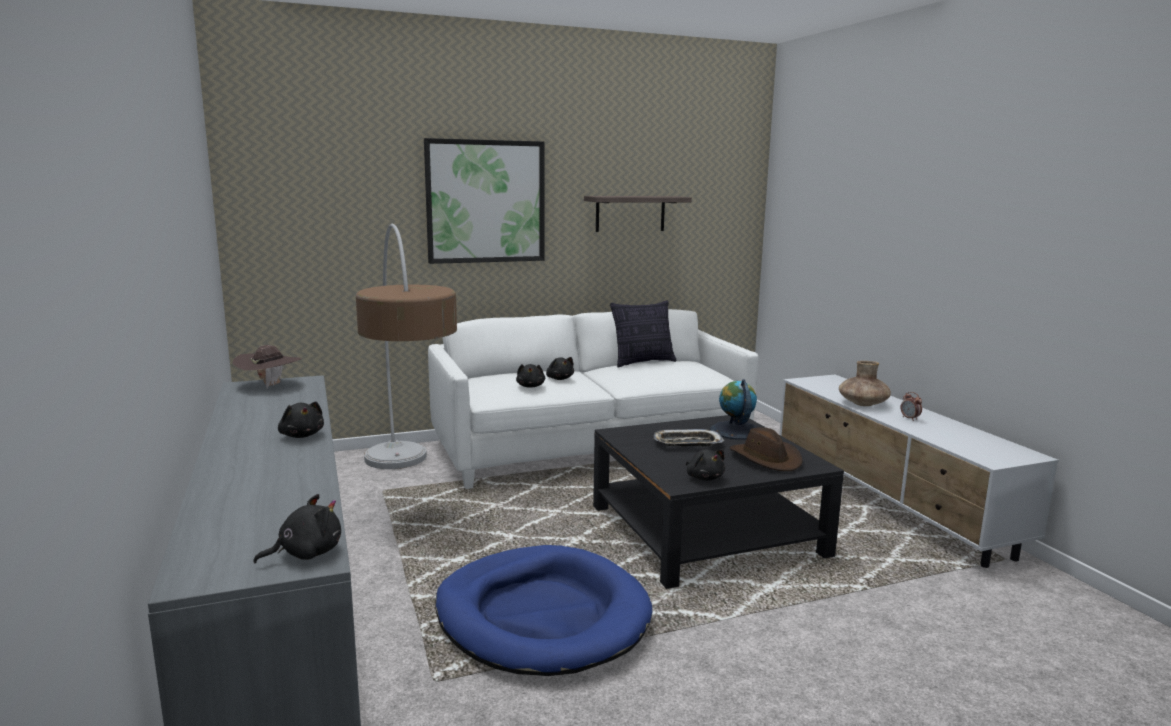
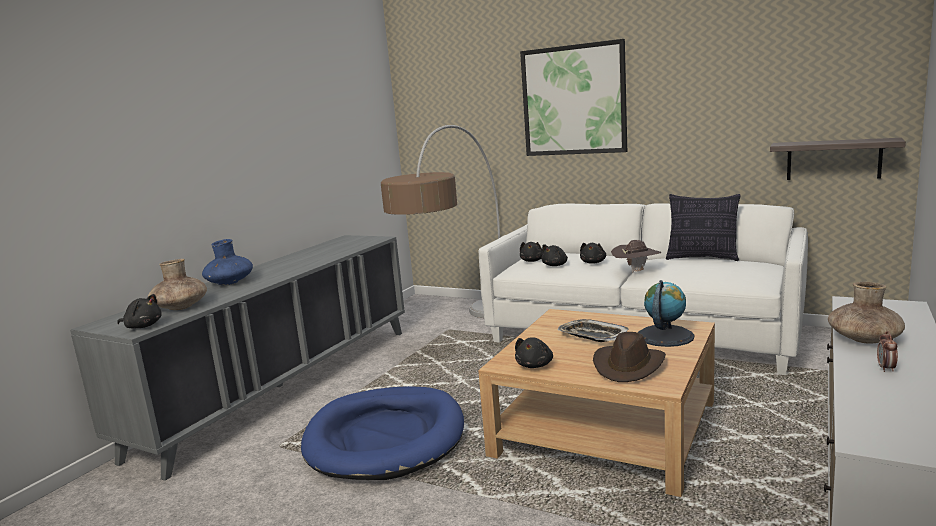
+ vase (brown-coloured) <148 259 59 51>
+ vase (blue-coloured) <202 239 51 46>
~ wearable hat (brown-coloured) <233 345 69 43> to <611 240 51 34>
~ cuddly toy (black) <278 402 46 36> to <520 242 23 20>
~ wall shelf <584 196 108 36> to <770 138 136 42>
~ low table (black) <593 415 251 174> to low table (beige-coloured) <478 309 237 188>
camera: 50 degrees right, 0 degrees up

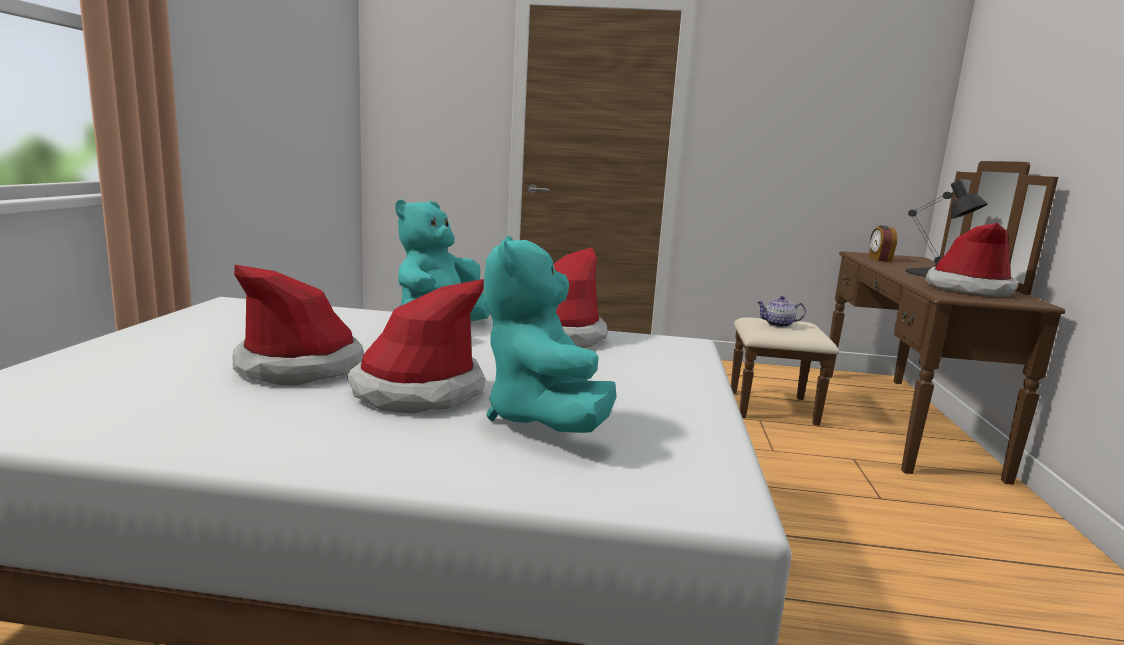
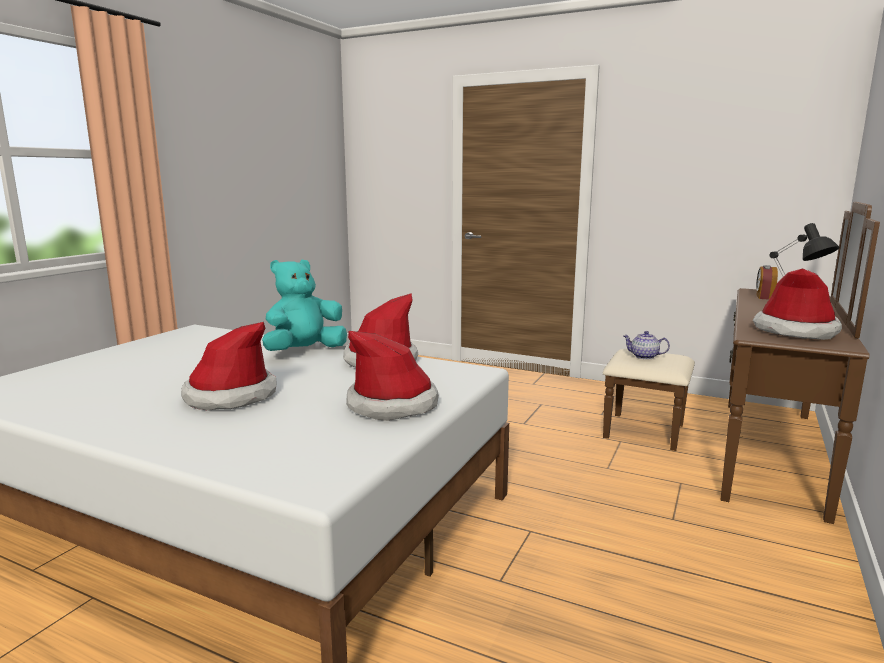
- cuddly toy (turquoise) <484 236 133 197>
~ wearable hat <233 265 131 121> to <346 331 93 90>
camera: 20 degrees right, 0 degrees up

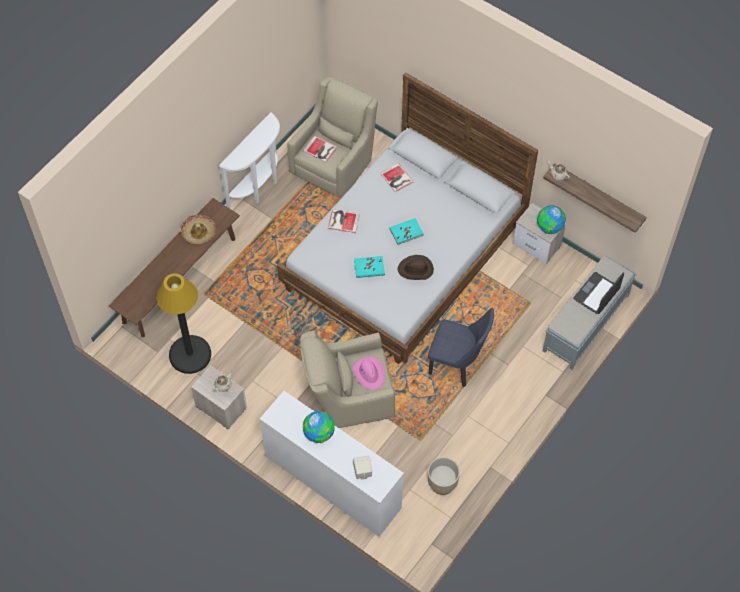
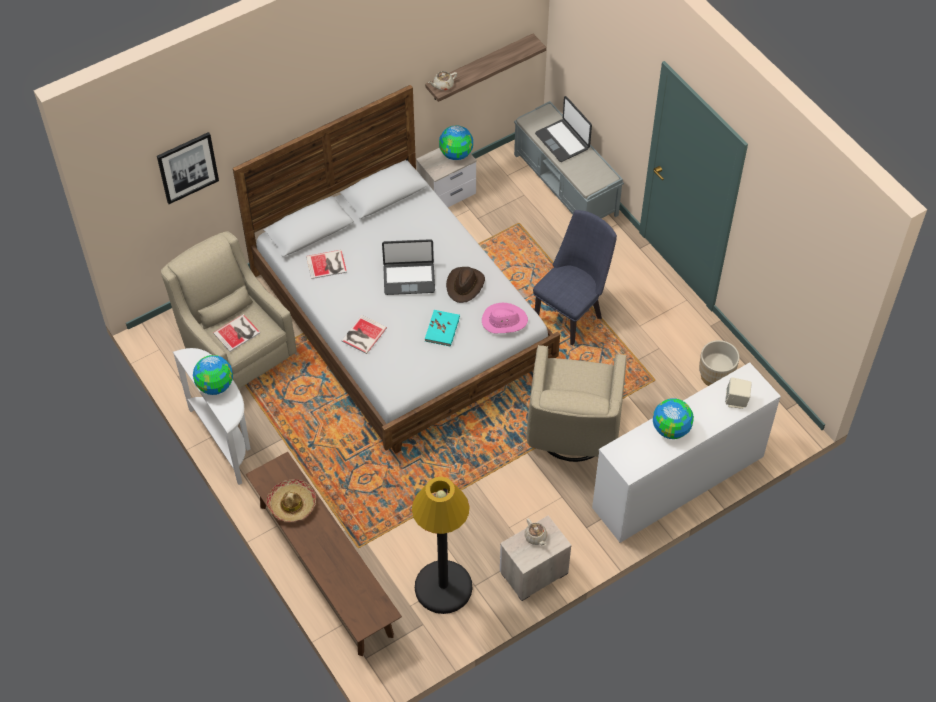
+ picture <157 132 62 72>
+ world globe <193 355 40 40>
~ wearable hat (pink) <352 357 33 33> to <482 303 46 31>
~ book (turquoise) <389 218 35 27> to portable computer <382 239 53 56>
camera: 70 degrees left, 5 degrees down

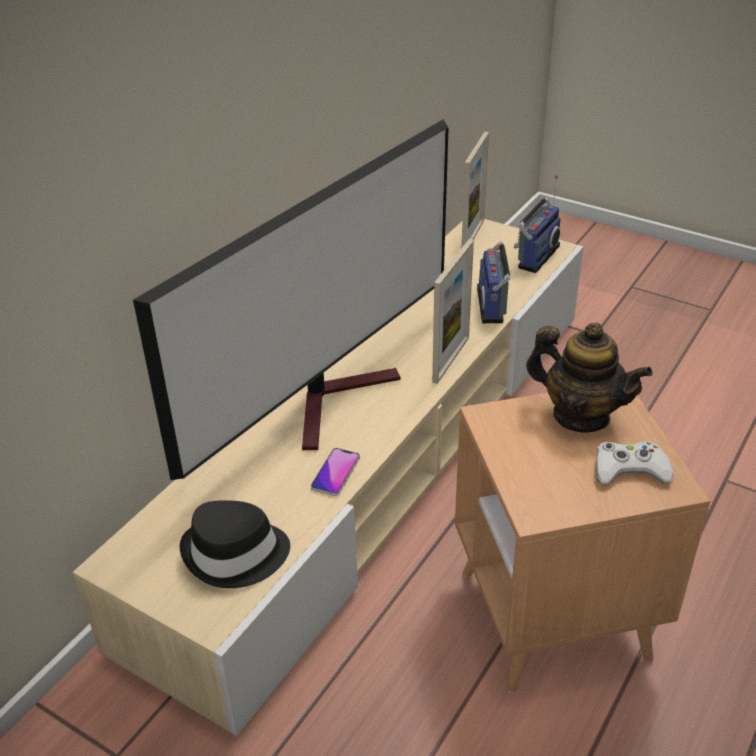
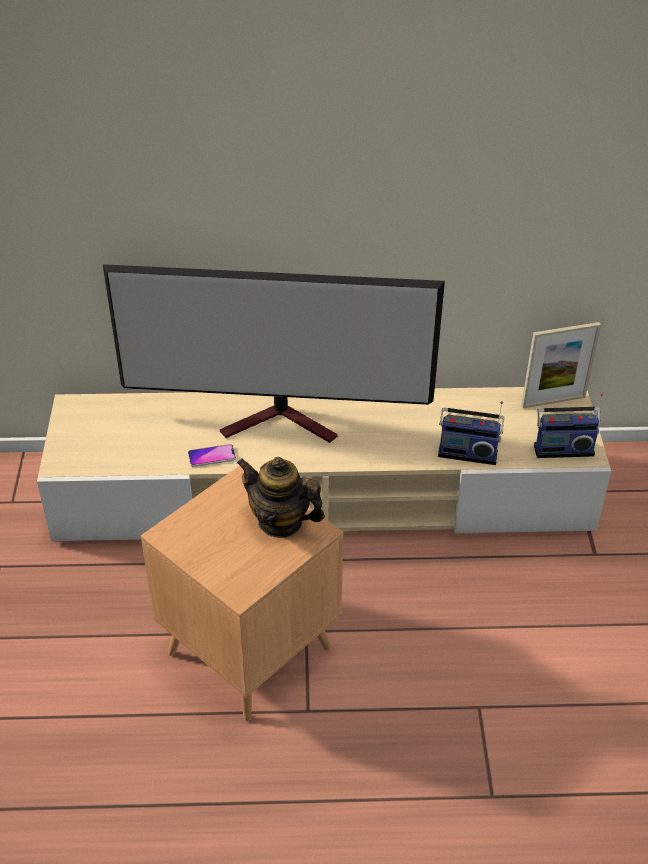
- wearable hat (black) <180 500 110 88>
- standing frame <432 239 42 145>
- joypad (white) <595 441 78 44>
~ radio set <477 241 33 82> = <438 401 66 64> 135 degrees counterclockwise
~ pot for tea <526 322 127 111> = <237 457 88 81> 120 degrees clockwise
camera: 55 degrees right, 5 degrees up

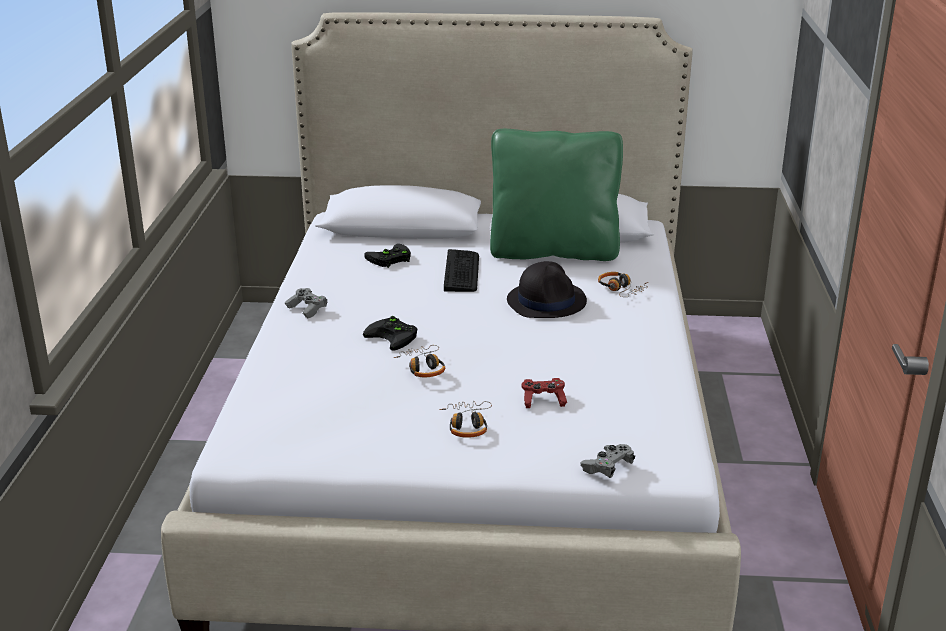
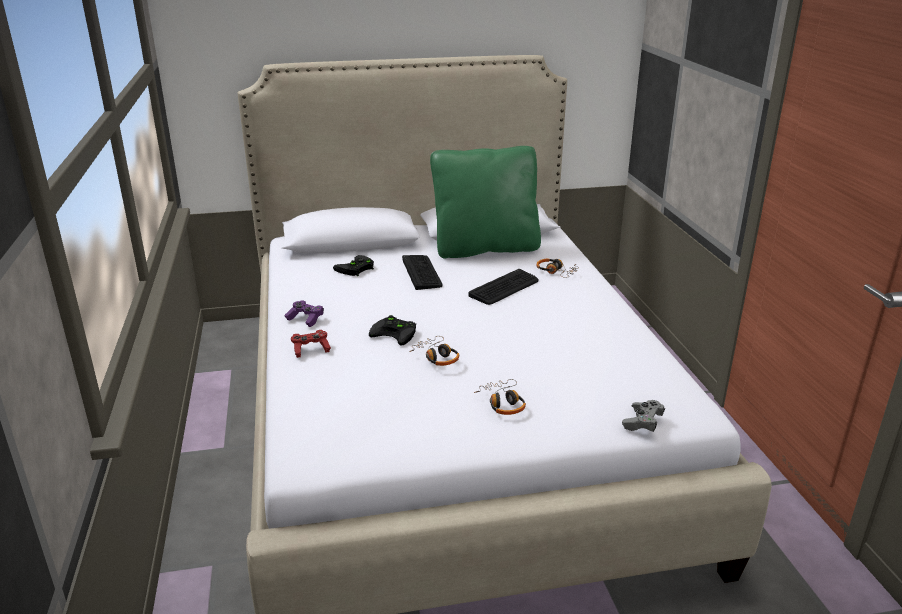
~ joypad (red) <521 378 46 30> to <291 330 40 28>
~ wearable hat (black) <507 261 80 57> to computer keyboard <469 269 69 36>
~ joypad (grey) <285 288 42 30> to joypad (purple) <285 300 39 27>
camera: 15 degrees left, 0 degrees up

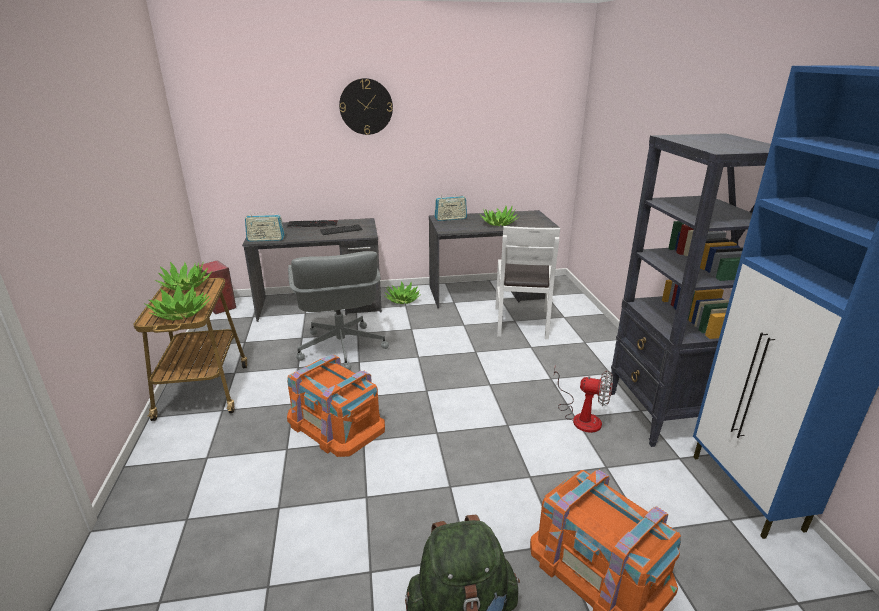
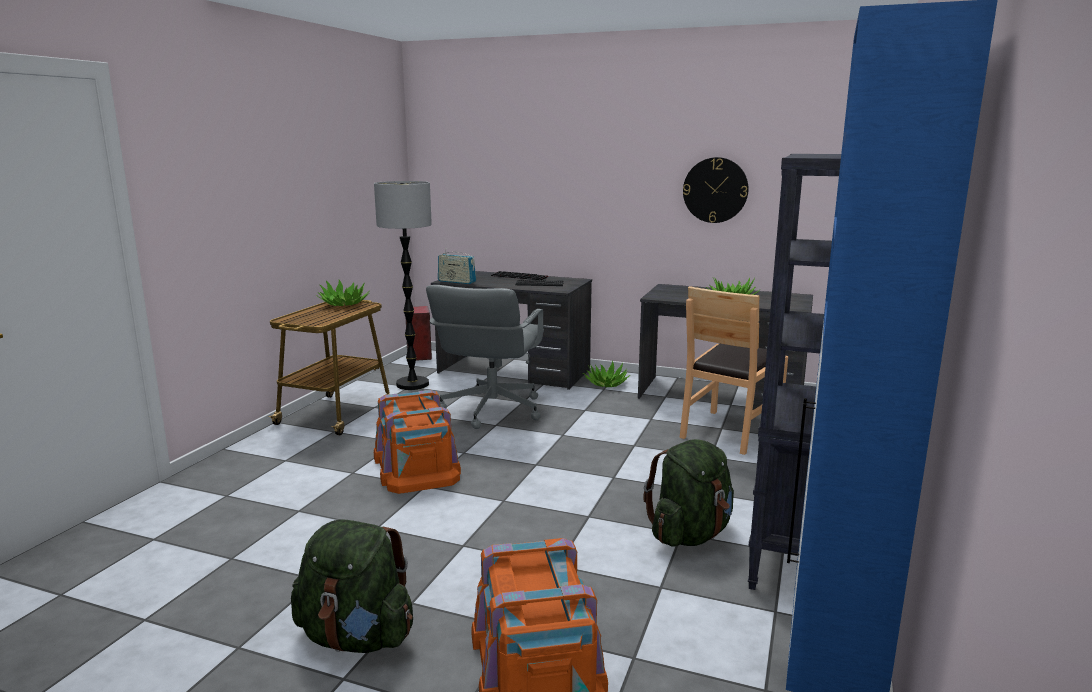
- potted plant <144 283 66 38>
- radio set <434 193 33 28>
+ floor lamp <374 181 58 209>
~ wall clock <339 78 54 57> to <683 157 66 66>
~ cooling fan <553 368 60 65> to knapsack (green) <643 439 91 108>
~ plain chair (white) <496 226 64 113> to plain chair (brown-coloured) <680 286 108 169>
camera: 30 degrees right, 10 degrees down

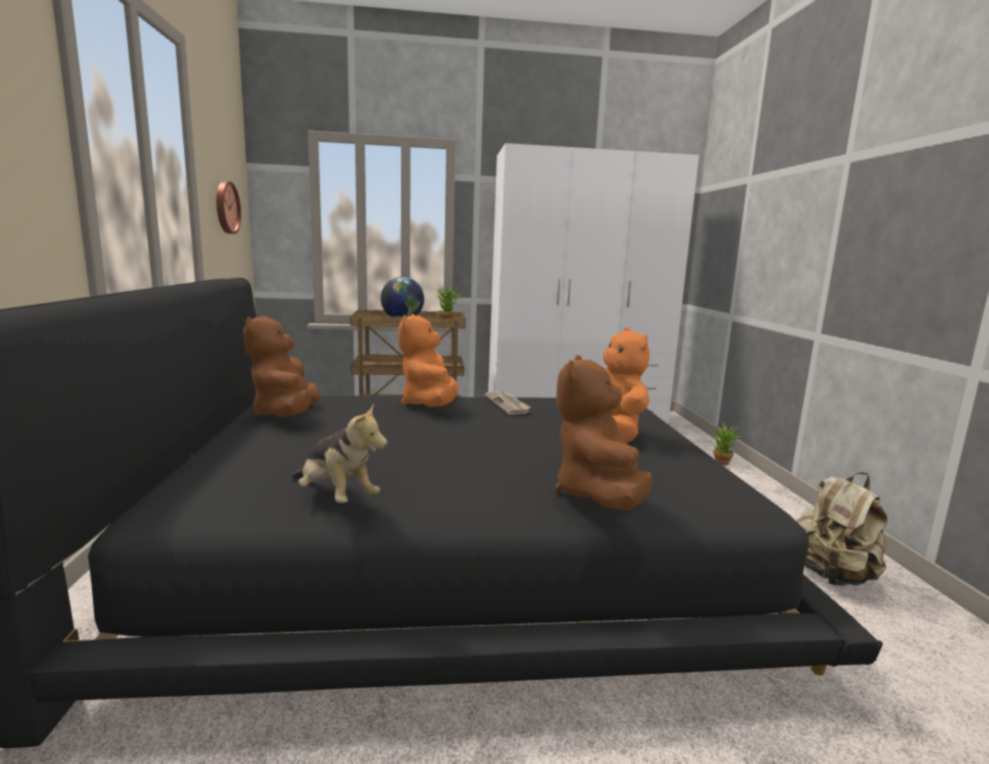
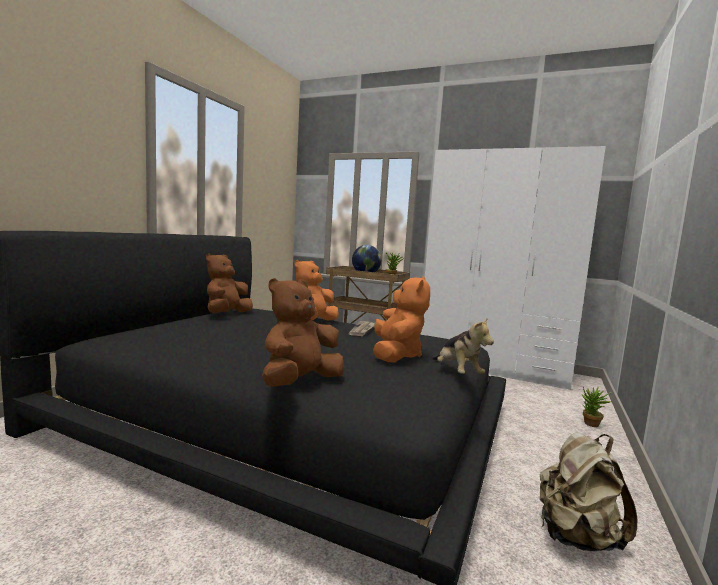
- wall clock <216 181 25 53>
~ cuddly toy <292 404 96 99> to <432 317 62 57>
camera: 30 degrees right, 5 degrees down

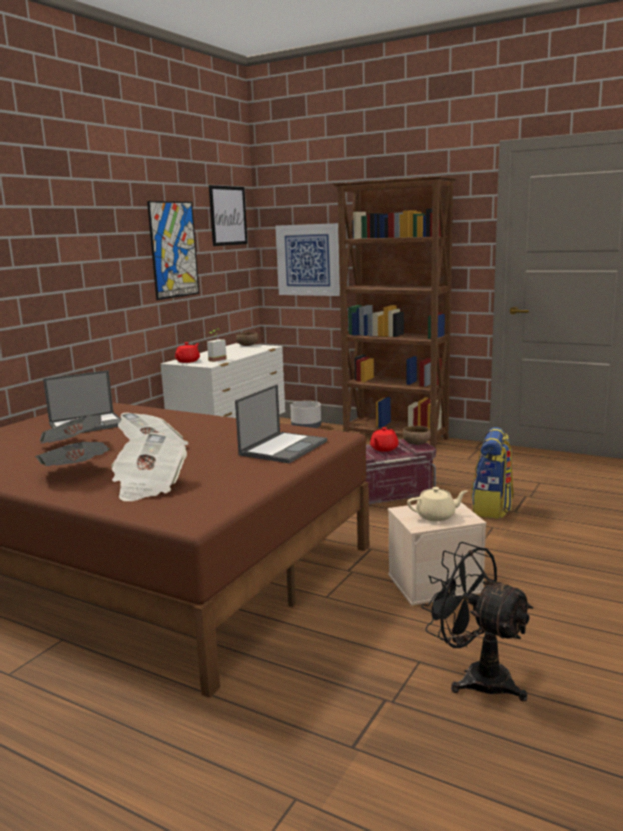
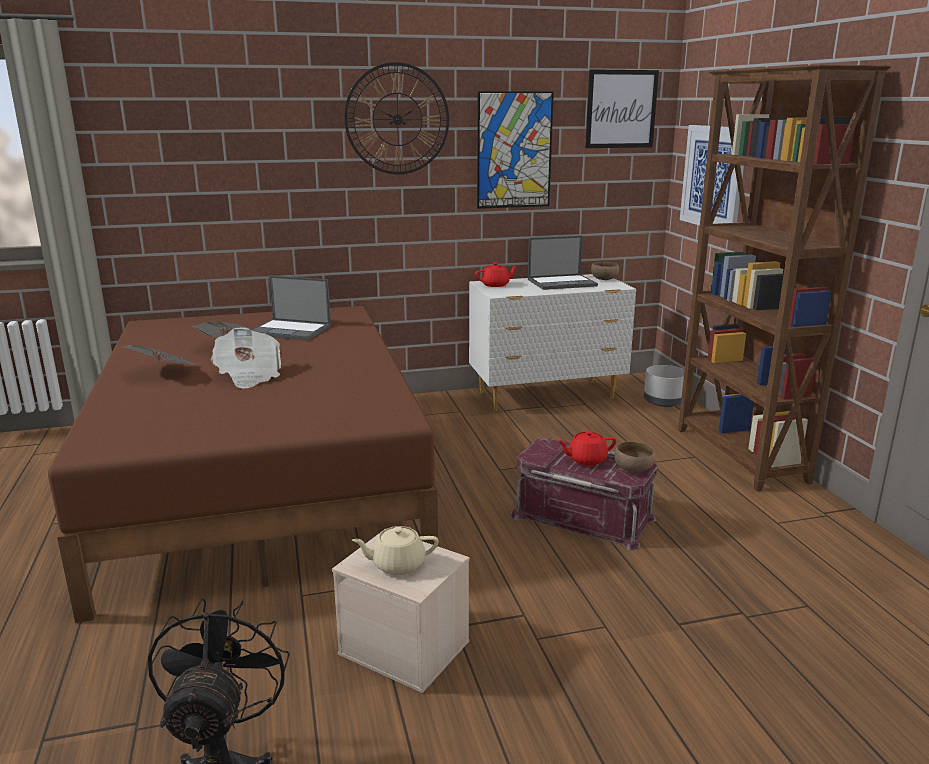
- newspaper <111 433 76 68>
- potted plant <207 329 20 33>
- knapsack <471 427 43 92>
+ wall clock <344 62 105 112>
~ portable computer <235 384 92 79> to <528 236 70 54>
~ pot for tea (beige-coloured) <407 487 60 34> = <352 526 87 49> 135 degrees clockwise
camera: 45 degrees right, 5 degrees up

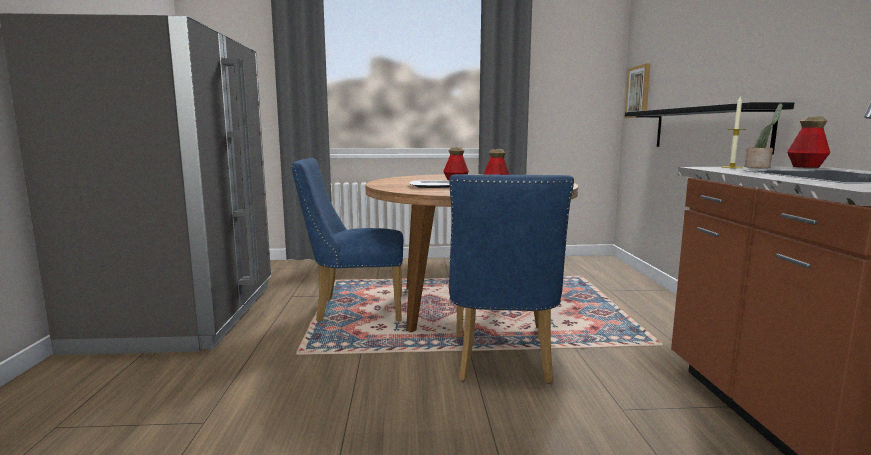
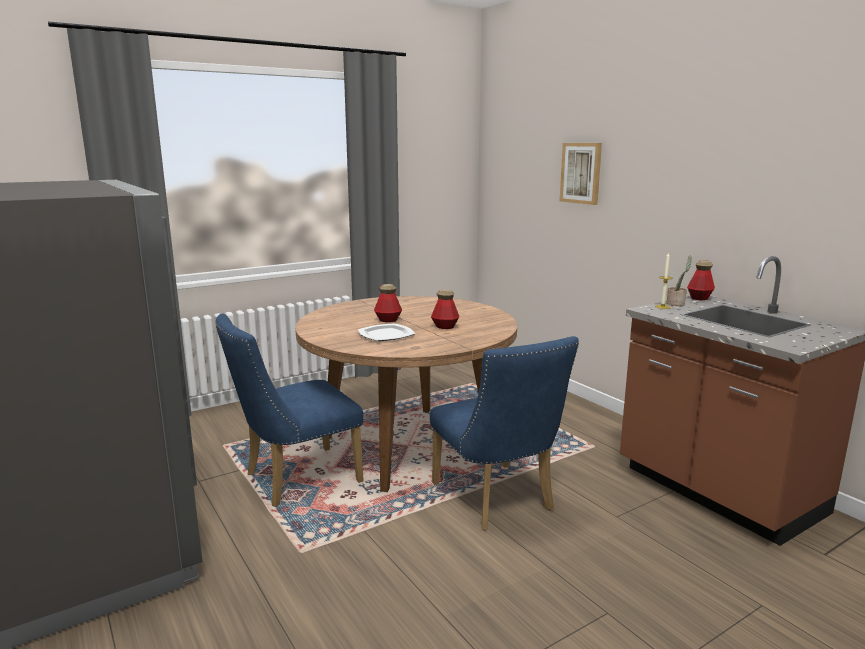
- wall shelf (black) <625 102 169 53>
~ picture <624 63 27 55> to <560 143 42 62>
camera: 30 degrees left, 5 degrees up

